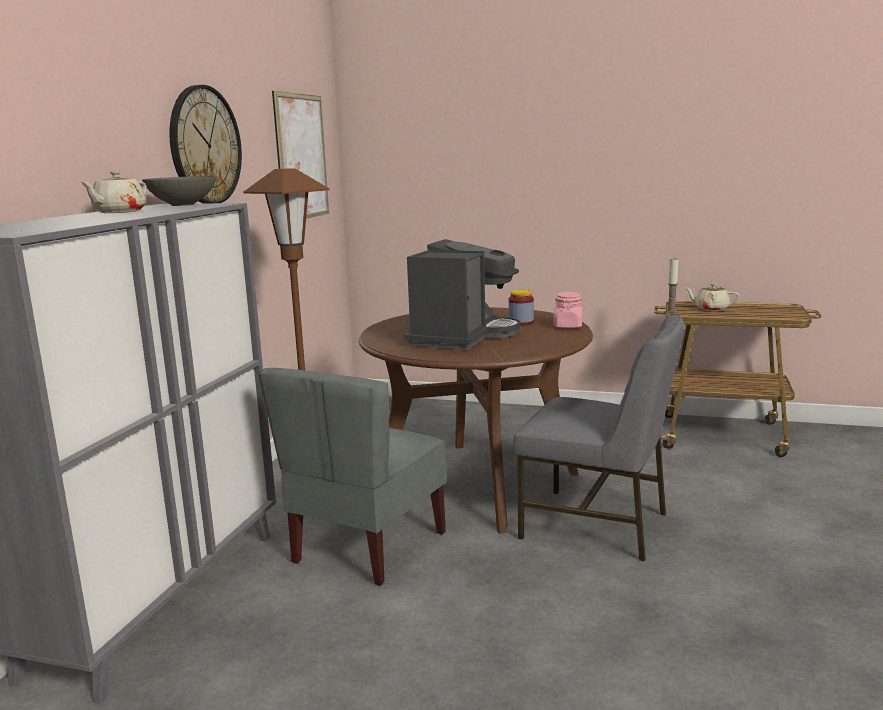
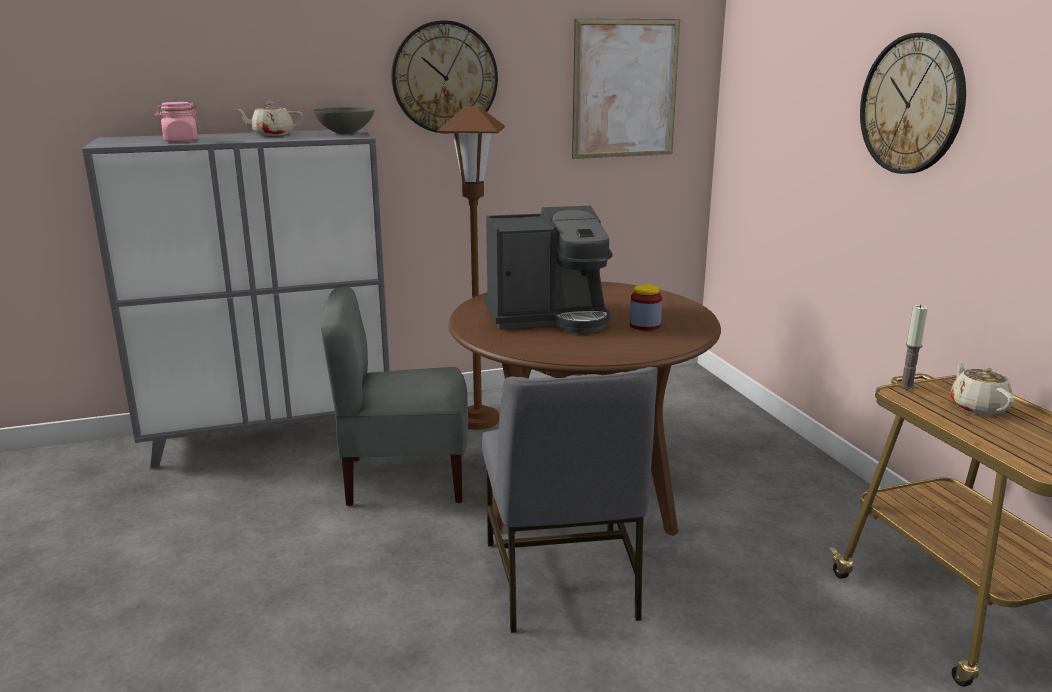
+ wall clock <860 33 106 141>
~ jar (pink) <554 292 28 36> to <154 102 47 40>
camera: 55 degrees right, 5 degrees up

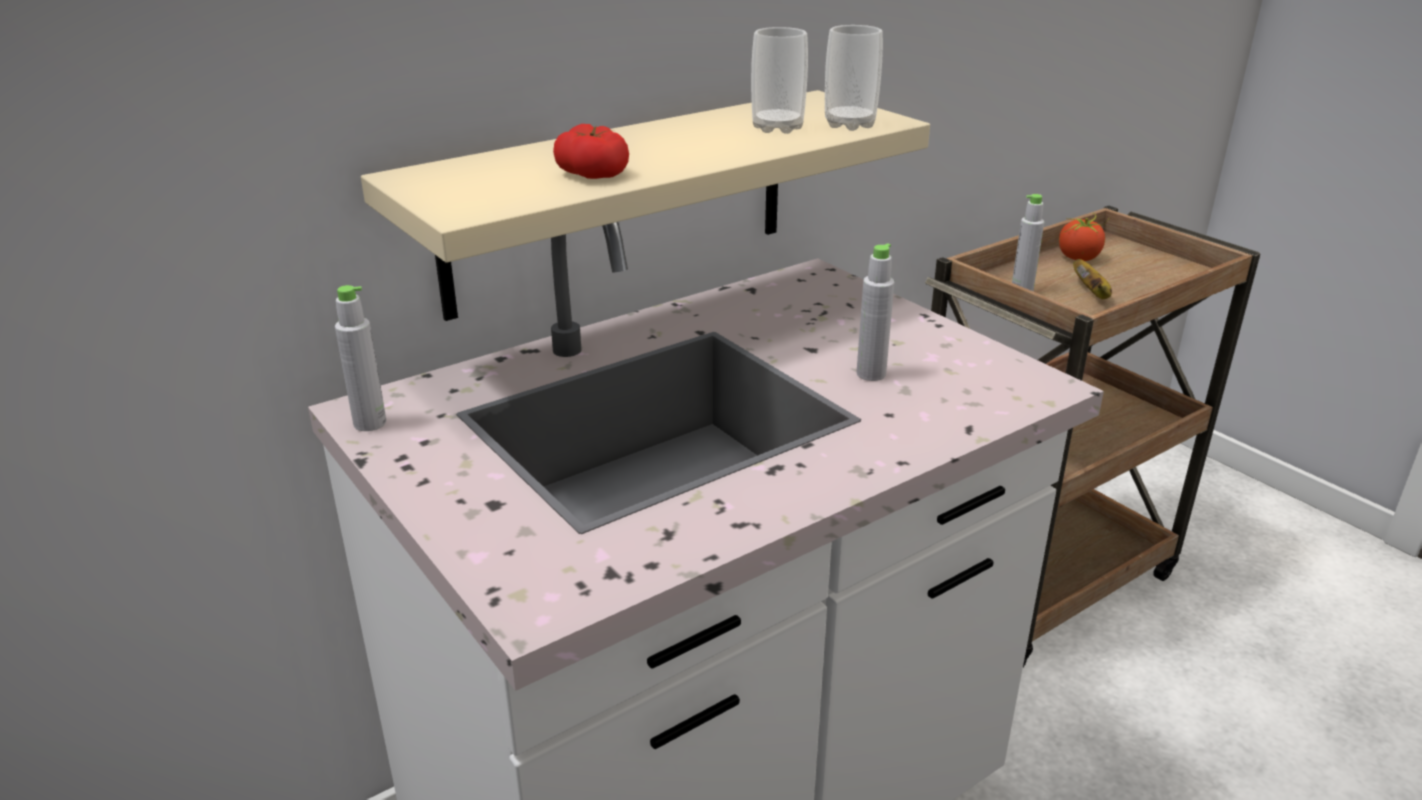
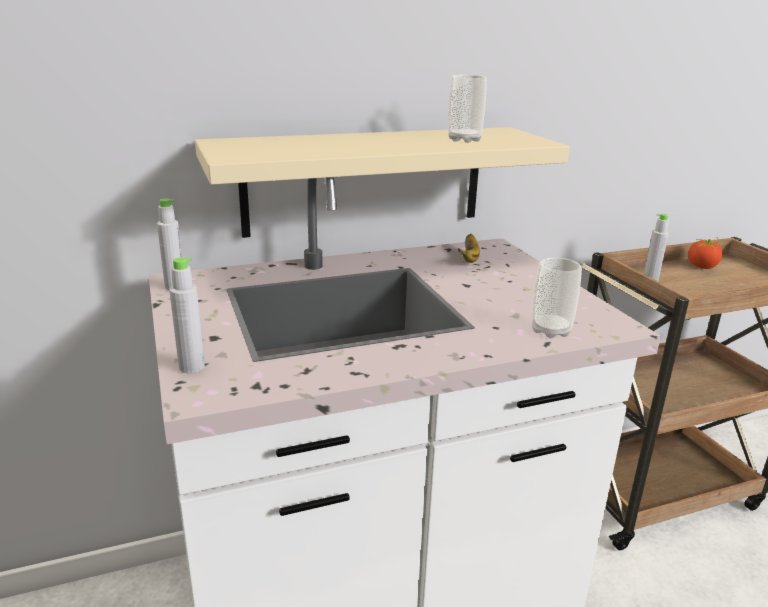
- fresh tomato <553 124 76 55>
~ small cup <825 25 58 106> to <531 257 51 81>
~ bottle (grey) <856 243 38 138> to <169 257 36 116>
~ banana fruit <1073 259 39 40> to <458 234 22 29>
camera: 15 degrees right, 5 degrees down

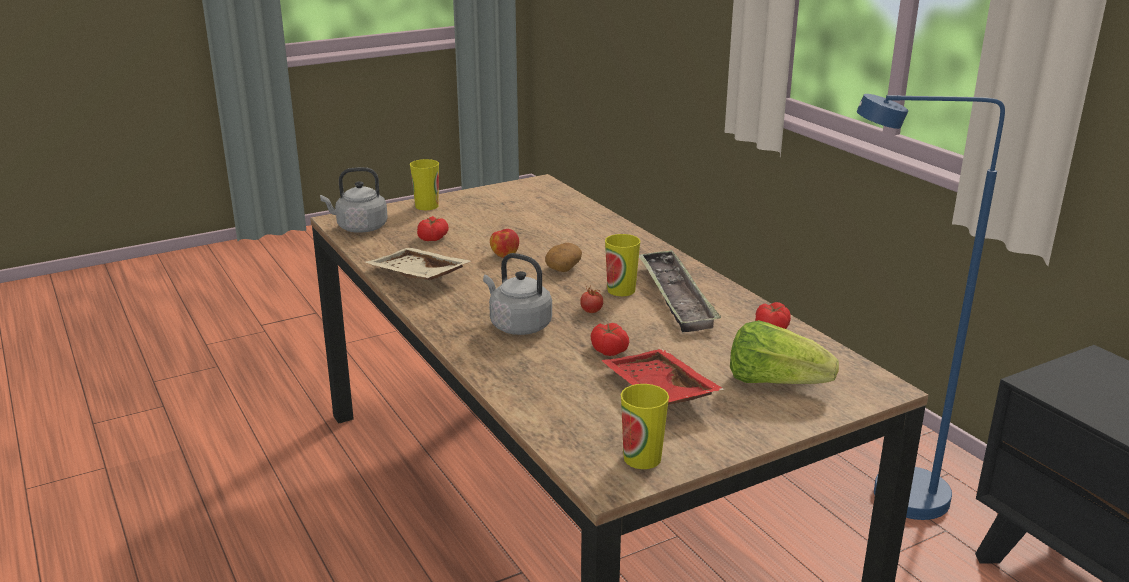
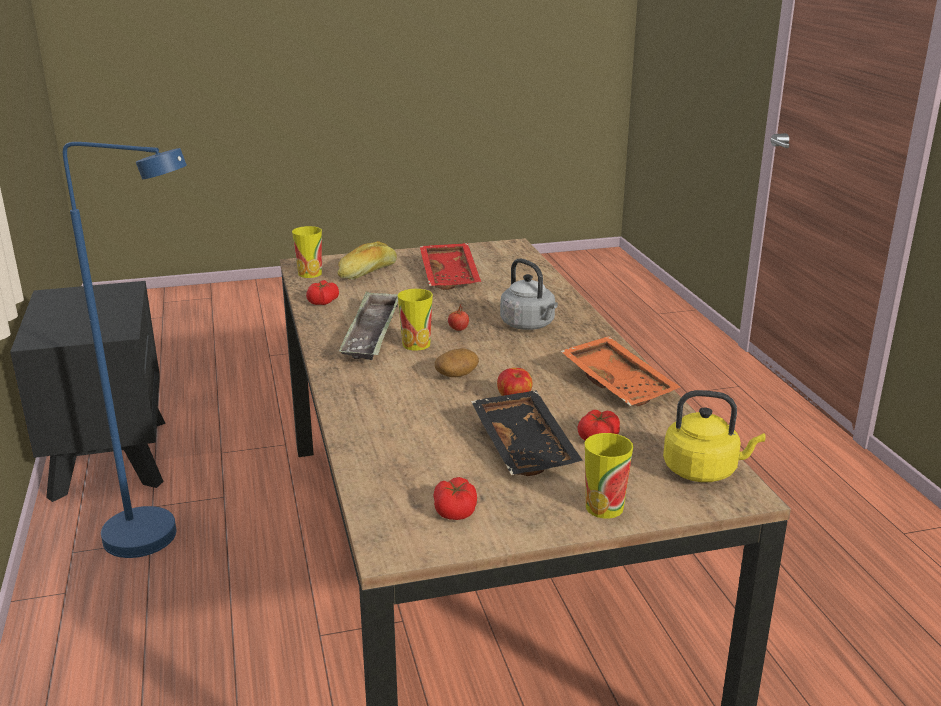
+ serving tray (black) <471 390 112 86>
~ fresh tomato <590 323 39 33> to <433 477 44 43>
~ small cup <621 384 48 85> to <292 226 30 52>
~ lettuce head <730 320 109 64> to bakery bread <337 241 60 39>
~ tea kettle (grey) <320 167 68 66> to tea kettle (yellow-coloured) <663 390 103 92>
~ serving tray (beige-coloured) <365 247 106 33> to serving tray (orangey) <561 336 119 70>
camera: 165 degrees left, 0 degrees up

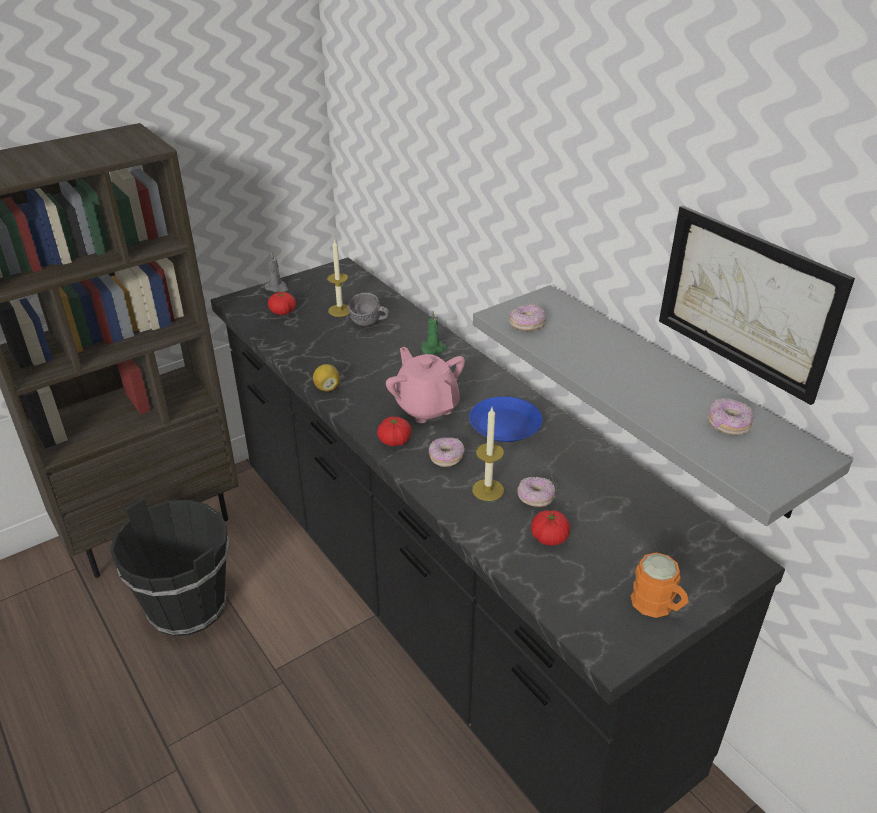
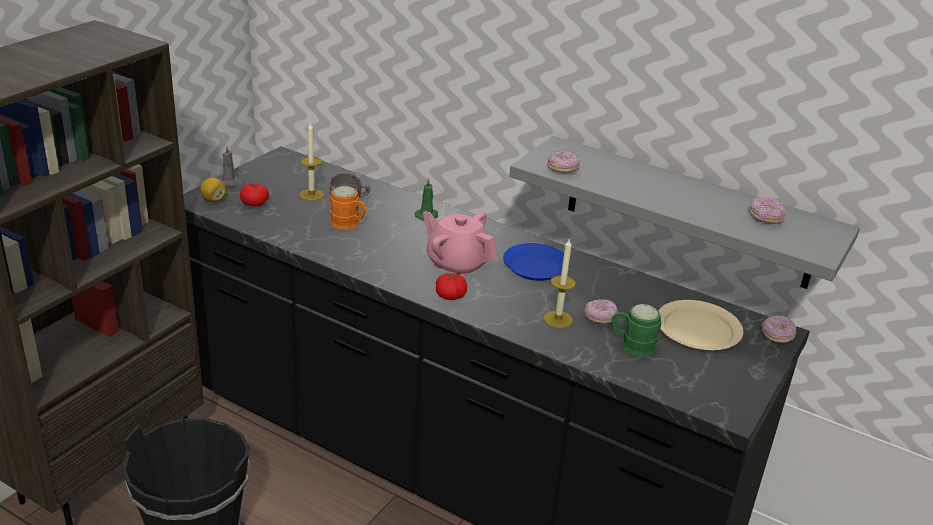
- picture <659 206 196 199>
+ flat dish (beige-coloured) <658 300 85 50>
~ whole lemon <313 364 27 27> to <200 178 26 24>
~ doughnut <429 437 36 30> to <761 315 35 28>
~ mug (orangey) <631 553 58 65> to <330 186 37 43>
~ fresh tomato <531 510 39 35> to mug (green) <611 304 51 53>
camera: 25 degrees left, 5 degrees down

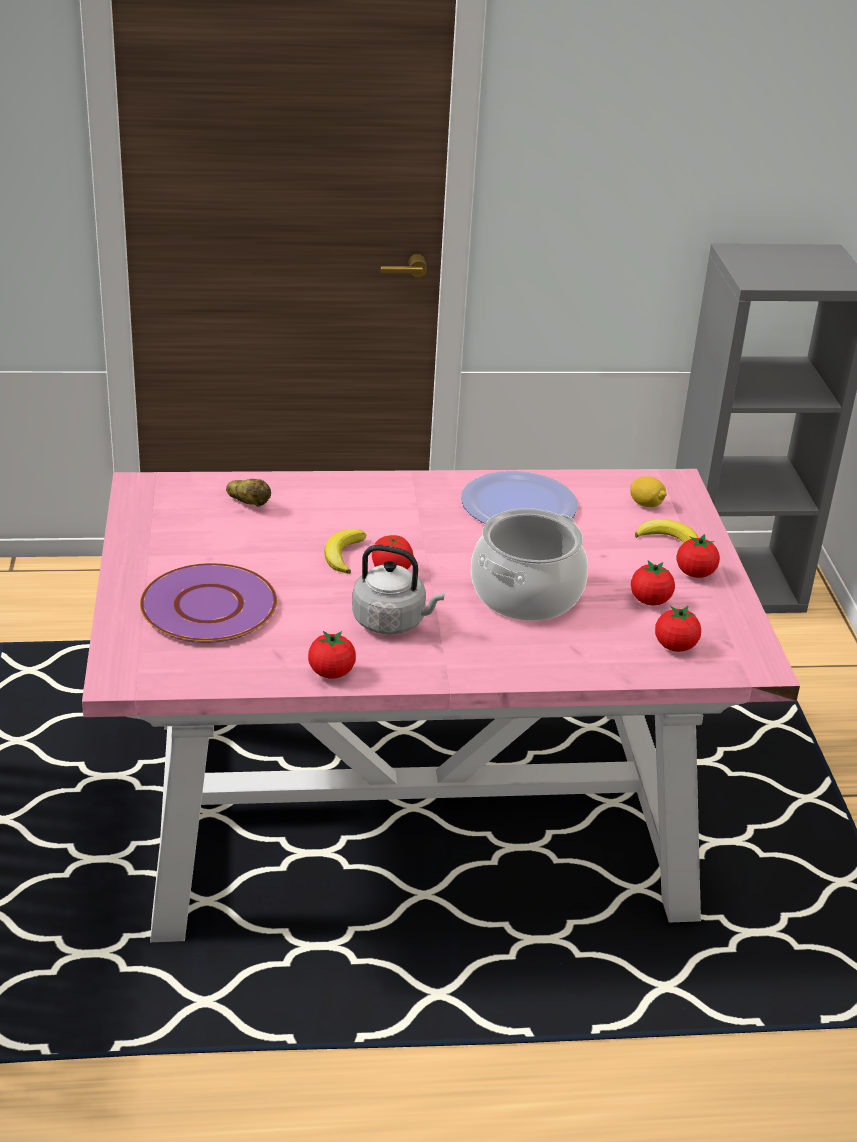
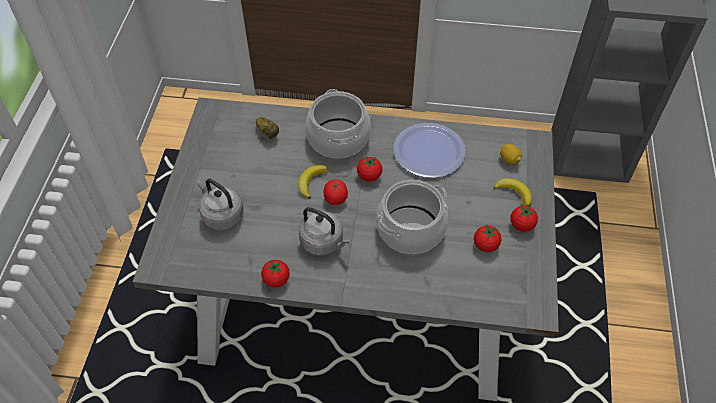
+ saucepot <305 89 66 70>
~ fresh tomato <655 606 46 46> to <357 156 25 26>
~ flat dish (purple) <140 563 137 80> to tea kettle (grey) <197 179 47 52>
~ dining table (pink) <82 469 718 473> to dining table (grey) <133 97 426 304>
camera: 15 degrees right, 20 degrees up

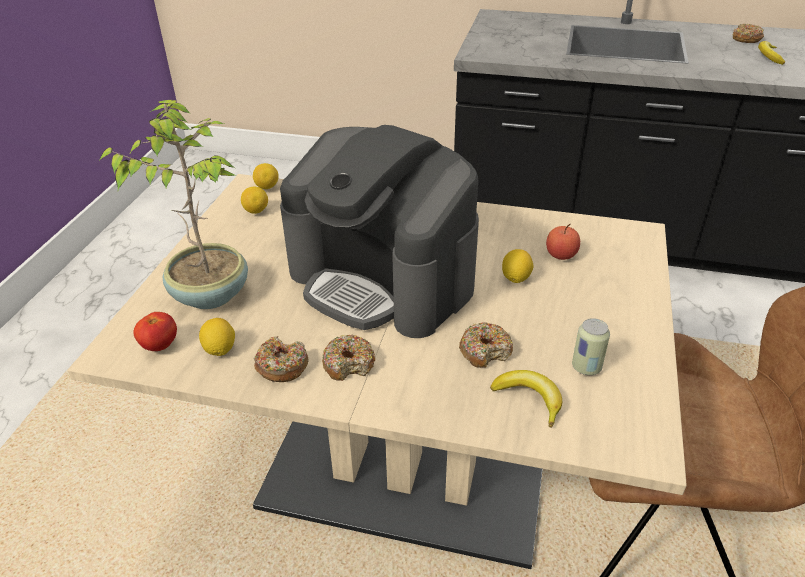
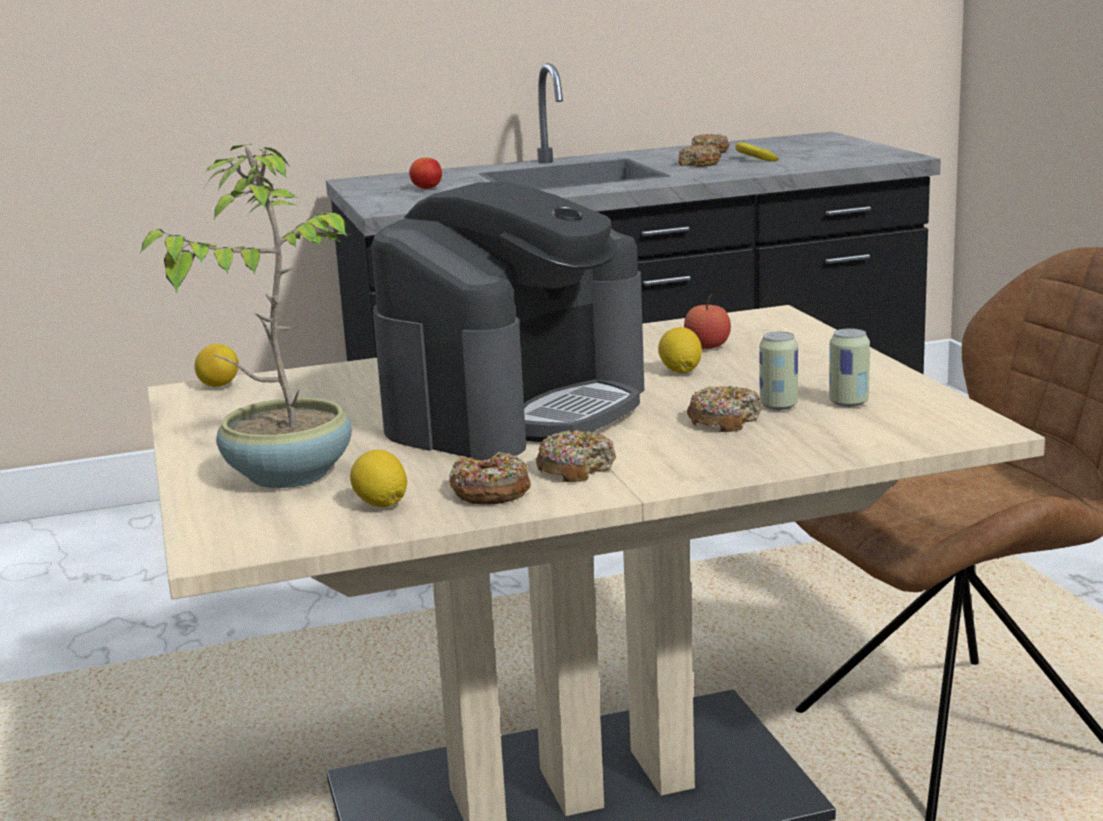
- whole lemon <241 187 27 27>
- banana fruit <490 370 72 58>
+ doughnut <679 144 42 23>
+ can <759 332 39 78>
~ fresh tomato <133 312 44 39> to <409 158 33 31>
~ coffee machine <280 125 199 213> = <371 182 273 278> 60 degrees counterclockwise
camera: 30 degrees left, 20 degrees down

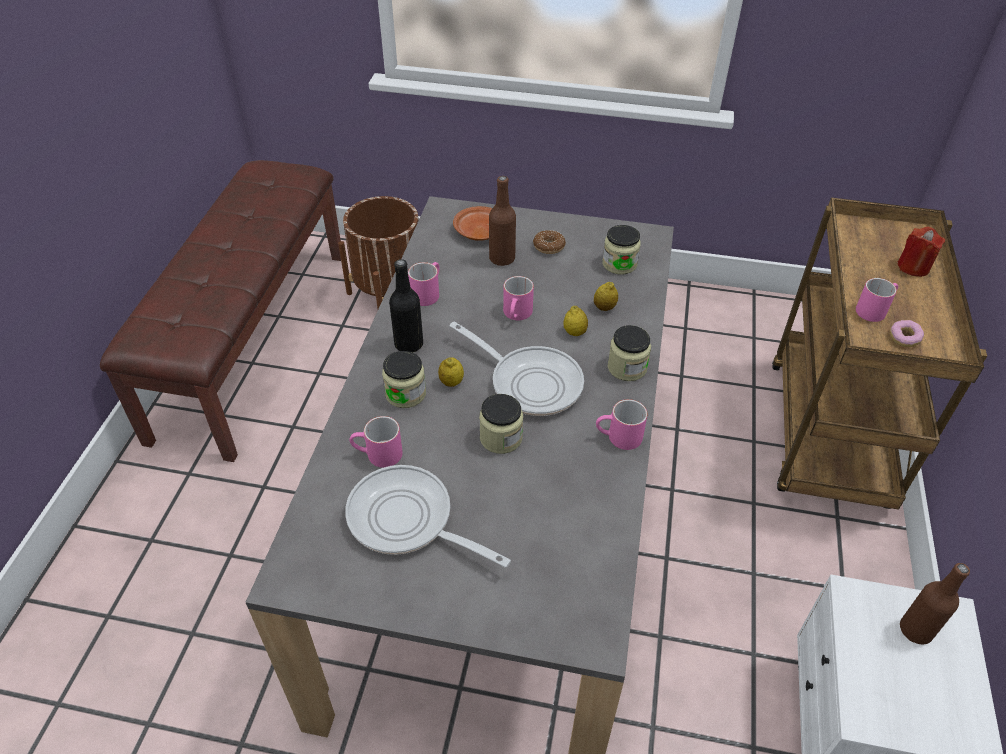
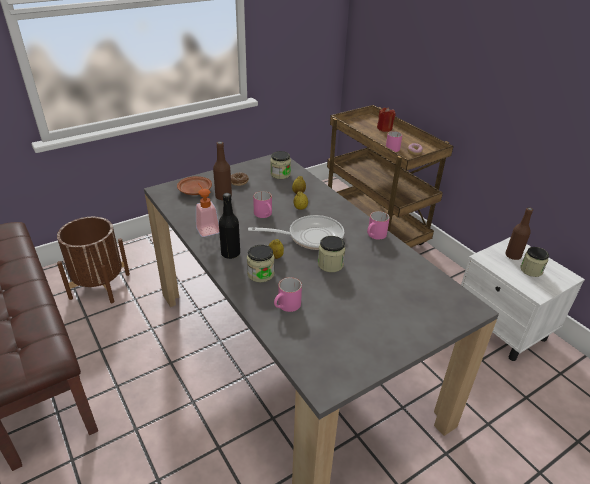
- frying pan <345 465 166 103>
~ jar <608 325 43 56> to <520 247 29 30>
~ mug (pink) <408 262 32 44> to soap bottle <196 183 23 54>
camera: 45 degrees left, 10 degrees down

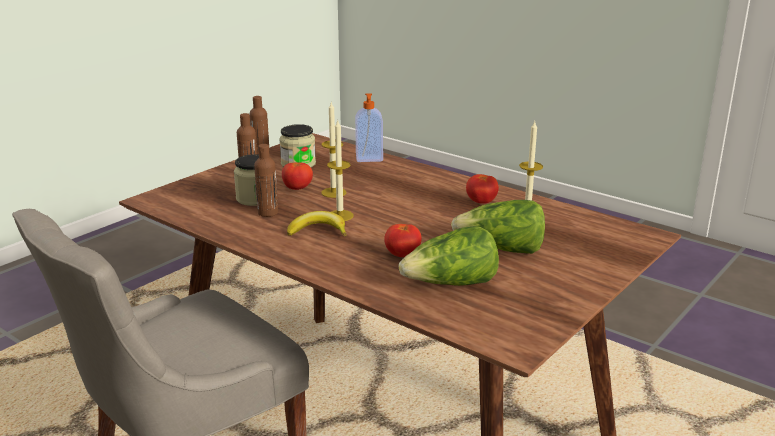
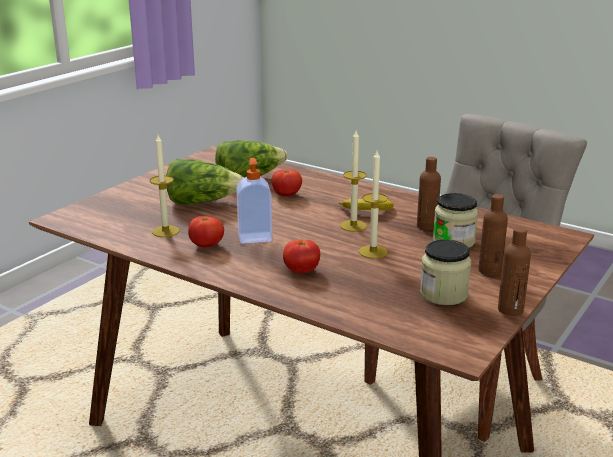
~ fresh tomato <282 162 31 28> to <283 240 37 34>
~ soap bottle <355 93 28 69> to <236 158 36 86>
camera: 175 degrees right, 0 degrees up

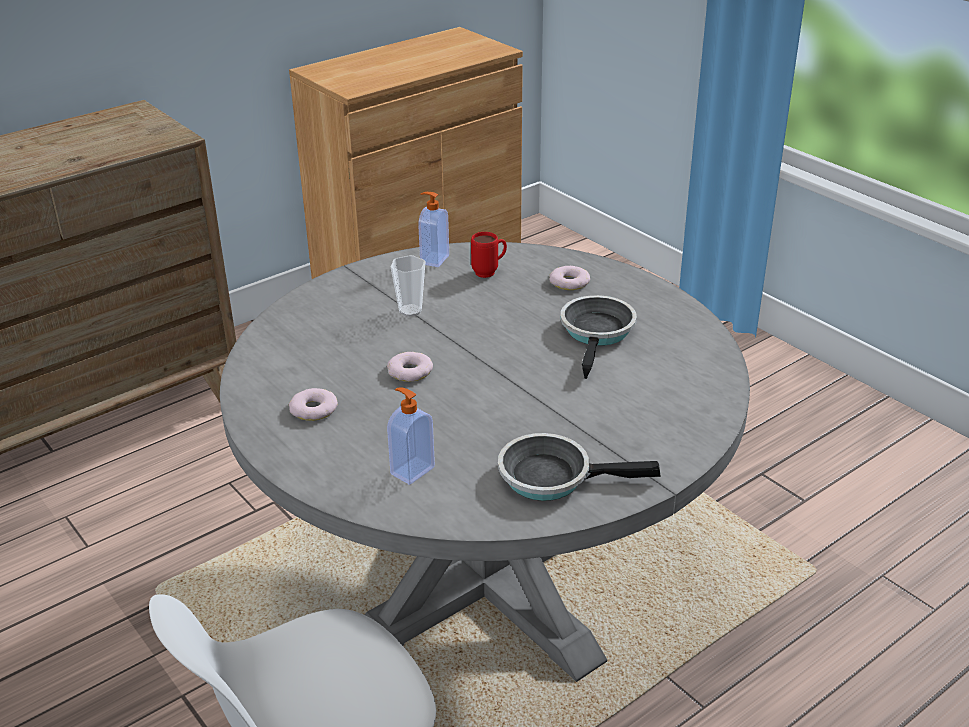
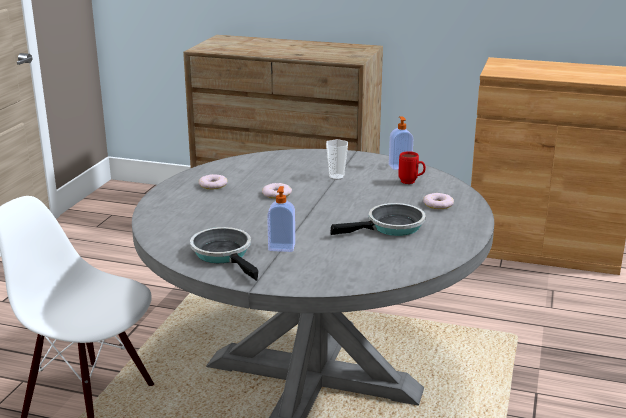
~ soap bottle <387 387 48 98> to <267 186 28 66>
camera: 55 degrees right, 10 degrees down

